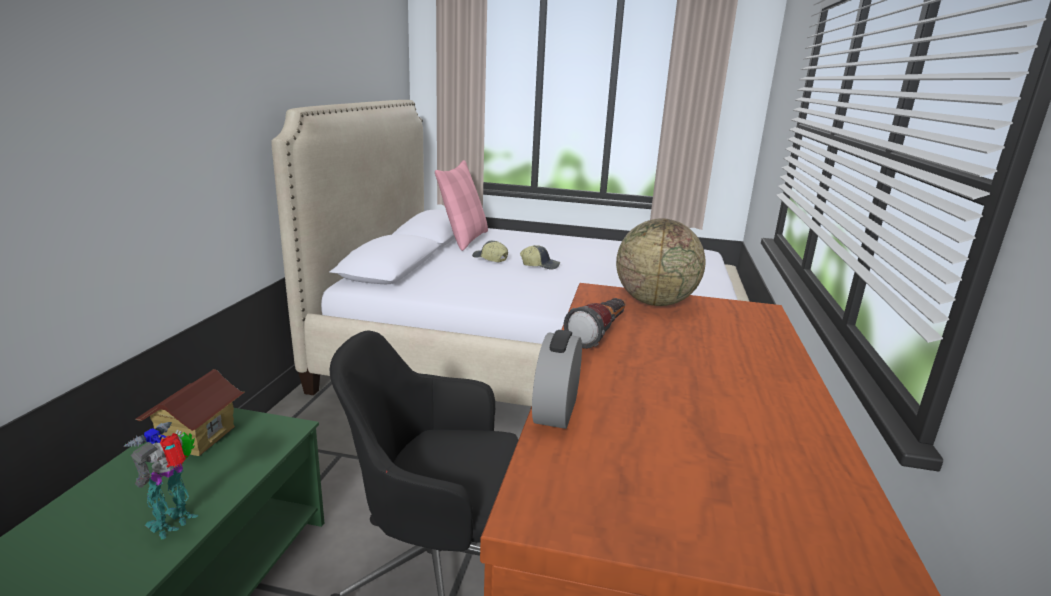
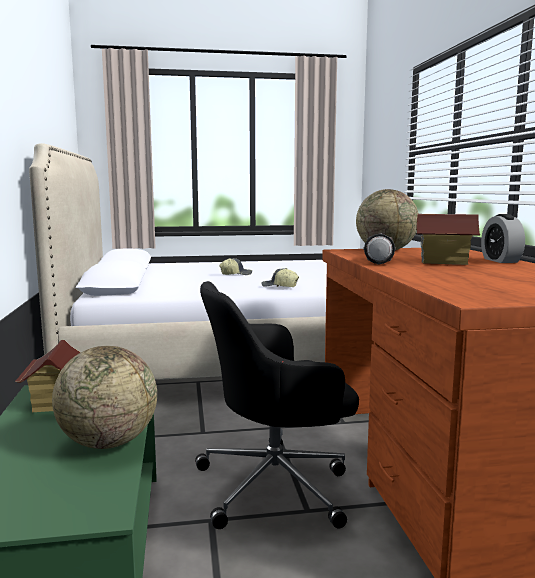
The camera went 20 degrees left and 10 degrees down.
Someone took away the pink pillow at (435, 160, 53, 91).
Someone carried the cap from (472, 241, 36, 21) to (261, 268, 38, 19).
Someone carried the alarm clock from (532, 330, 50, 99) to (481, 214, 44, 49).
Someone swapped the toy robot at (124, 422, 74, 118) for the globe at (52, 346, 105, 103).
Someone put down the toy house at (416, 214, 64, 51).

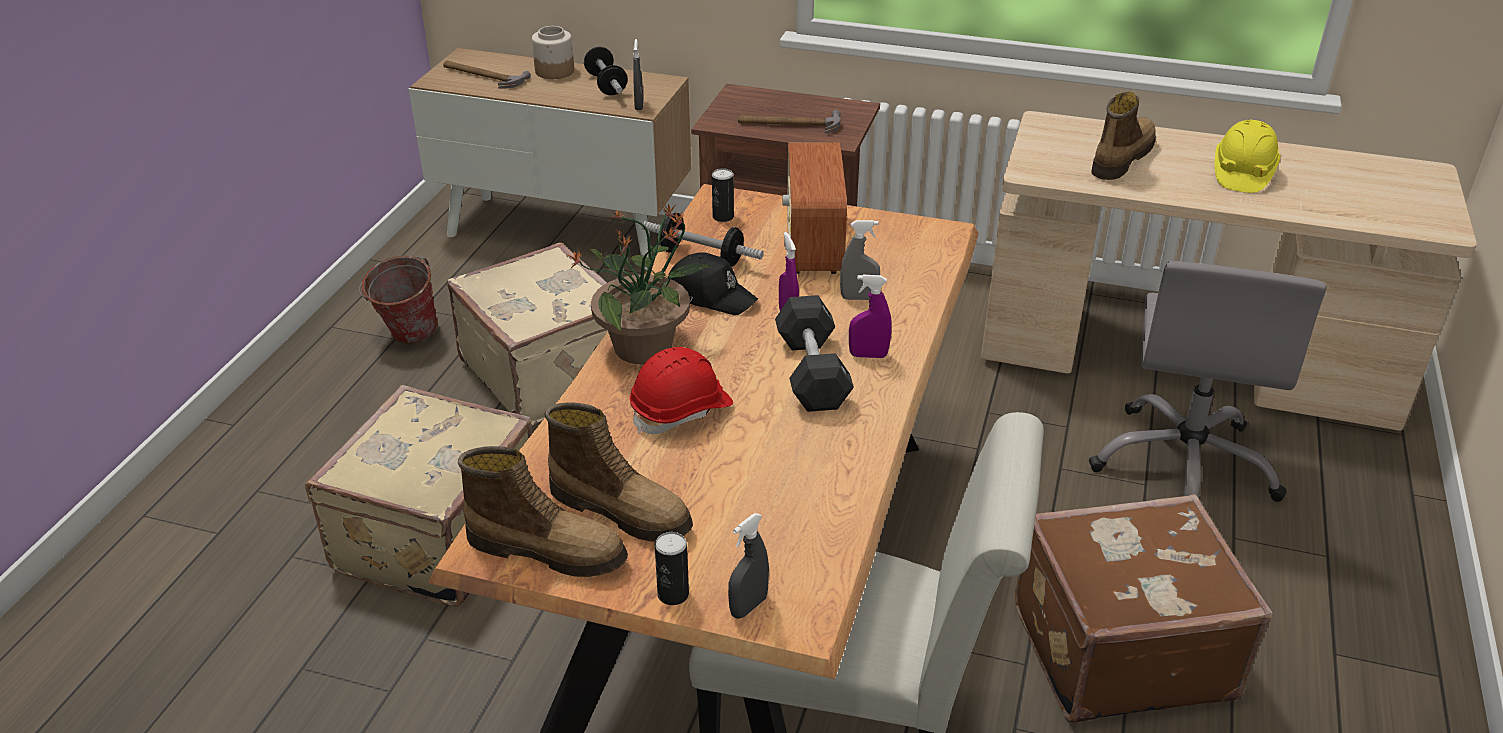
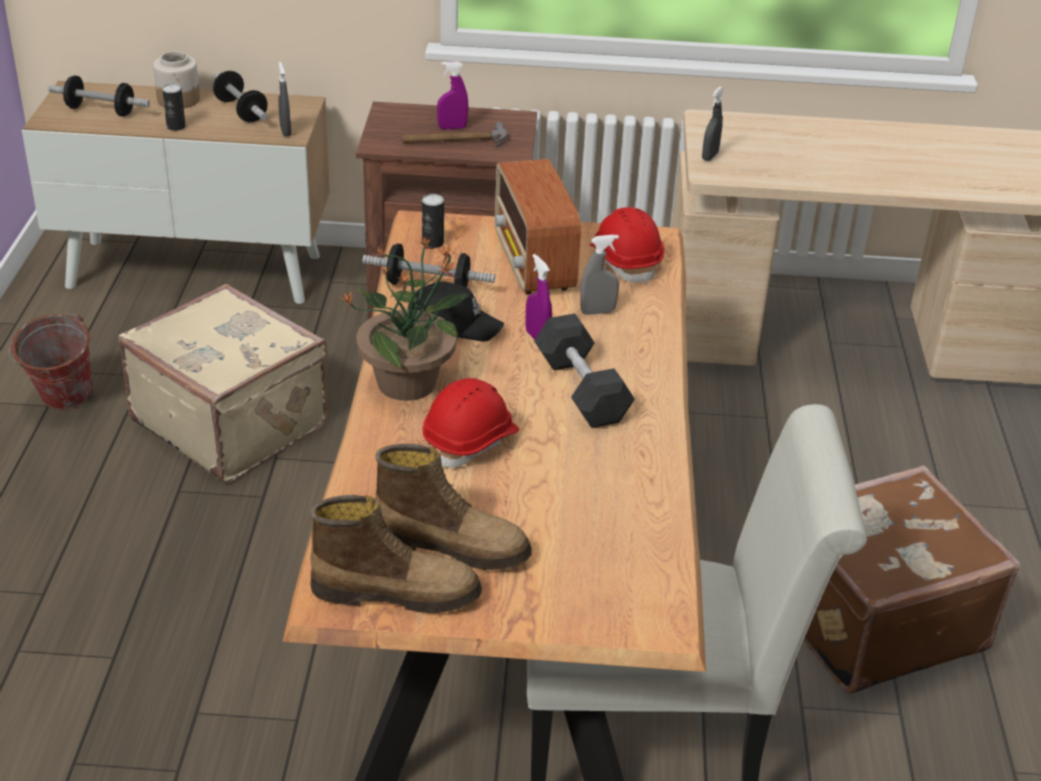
The camera went 15 degrees left and 0 degrees up.
Someone swapped the hammer at (443, 61, 88, 28) for the dumbbell at (48, 76, 102, 40).
Someone took away the boot at (1091, 92, 65, 88).
Someone took away the yellow hard hat at (1214, 120, 67, 73).
Someone took away the grey office chair at (1089, 261, 238, 241).
Someone carried the purple spray bottle from (849, 275, 43, 83) to (437, 62, 32, 67).
Someone took away the beige suitcase at (305, 385, 227, 222).
Someone carried the grey spray bottle from (728, 513, 41, 106) to (702, 87, 22, 74).
Someone carried the can from (655, 532, 34, 73) to (162, 84, 24, 47).
Someone put down the red hard hat at (590, 207, 74, 78).

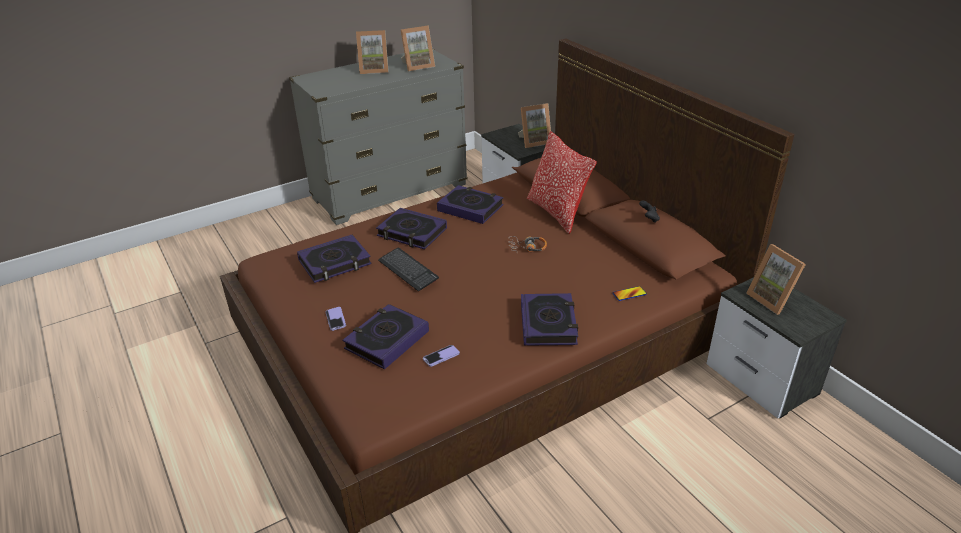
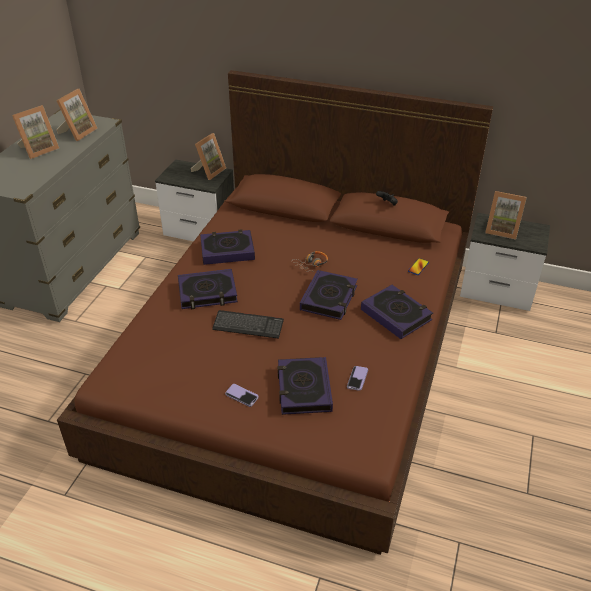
The camera went 40 degrees left and 5 degrees up.
Someone took away the pillow at (527, 131, 70, 103).
Someone carried the book from (297, 235, 75, 48) to (300, 270, 58, 50).

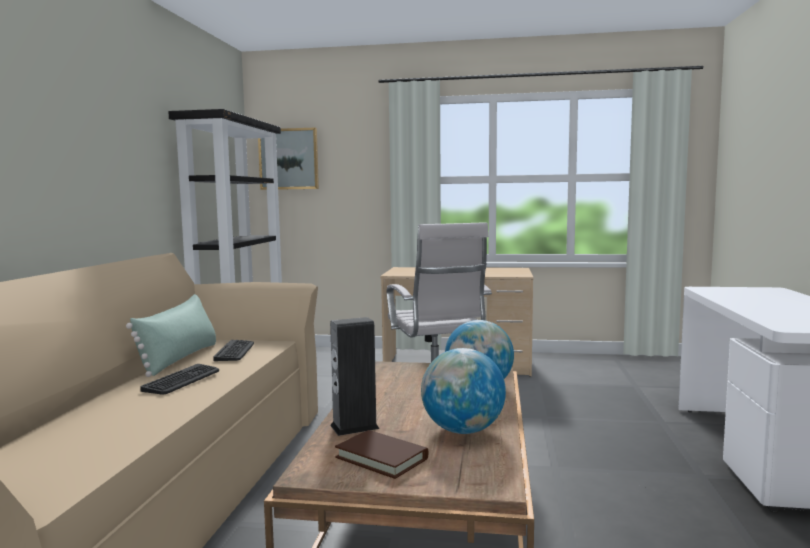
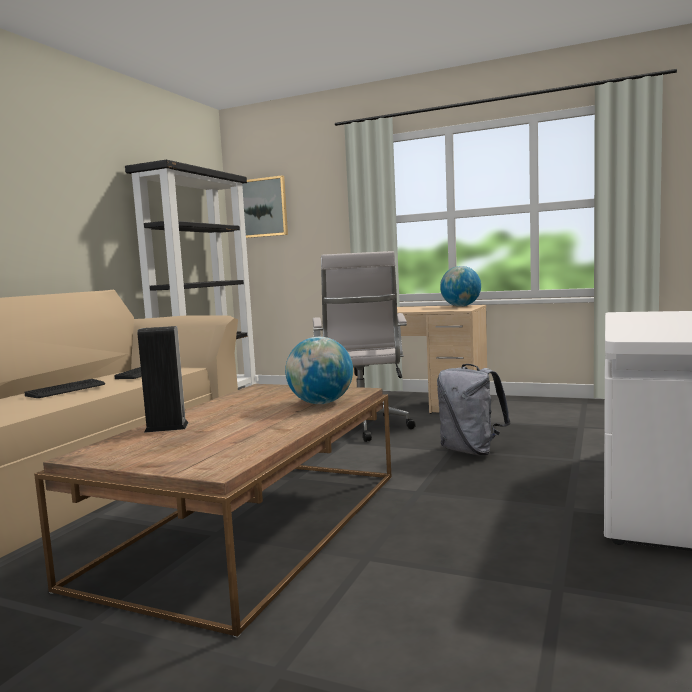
The camera went 15 degrees right and 0 degrees up.
Someone took away the green pillow at (126, 294, 90, 83).
Someone carried the globe from (421, 348, 85, 86) to (440, 266, 41, 41).
Someone took away the brown book at (335, 430, 94, 49).
Someone put down the grey backpack at (437, 364, 74, 91).

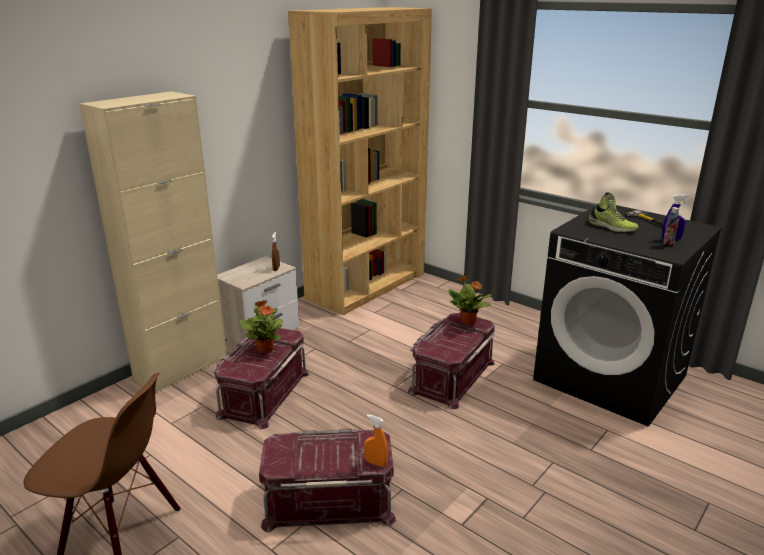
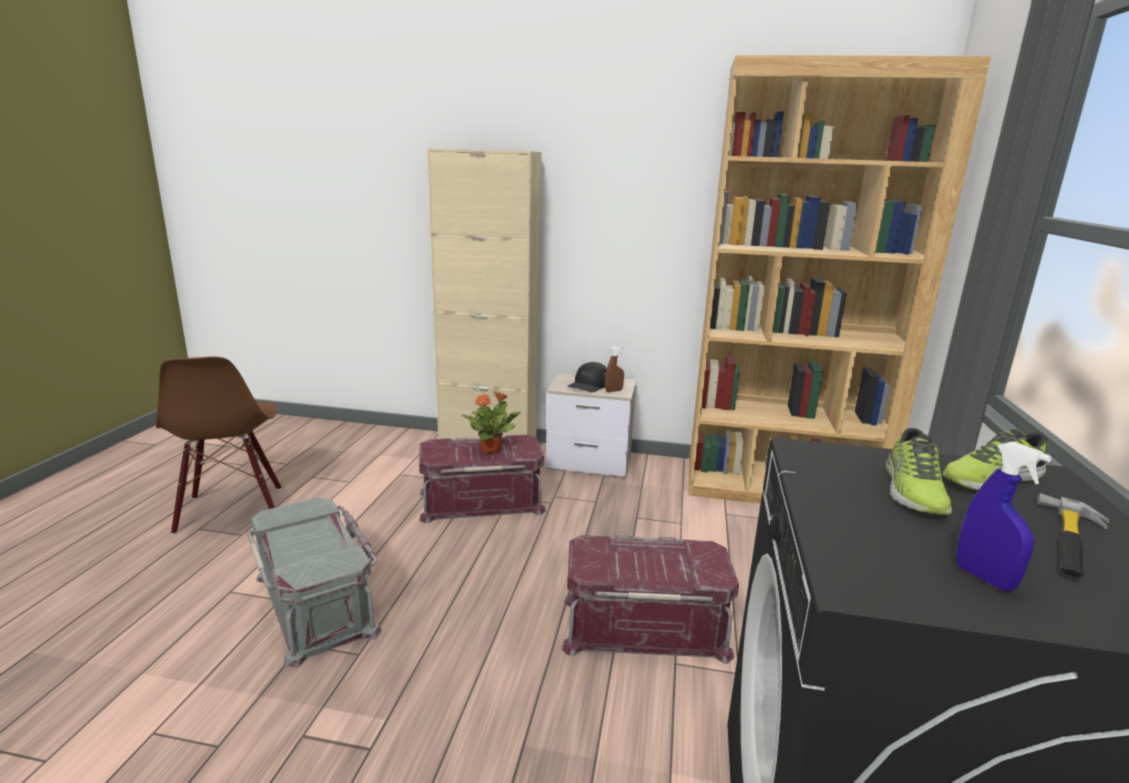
The camera went 60 degrees right and 5 degrees down.
Someone took away the bottle at (662, 207, 18, 40).
Someone took away the potted plant at (448, 275, 43, 50).
Someone took away the orange spray bottle at (364, 414, 24, 53).
Someone repainted the red storage box at (259, 428, 137, 105), which became the grey storage box at (247, 498, 135, 170).
Someone put down the black cap at (567, 362, 40, 30).

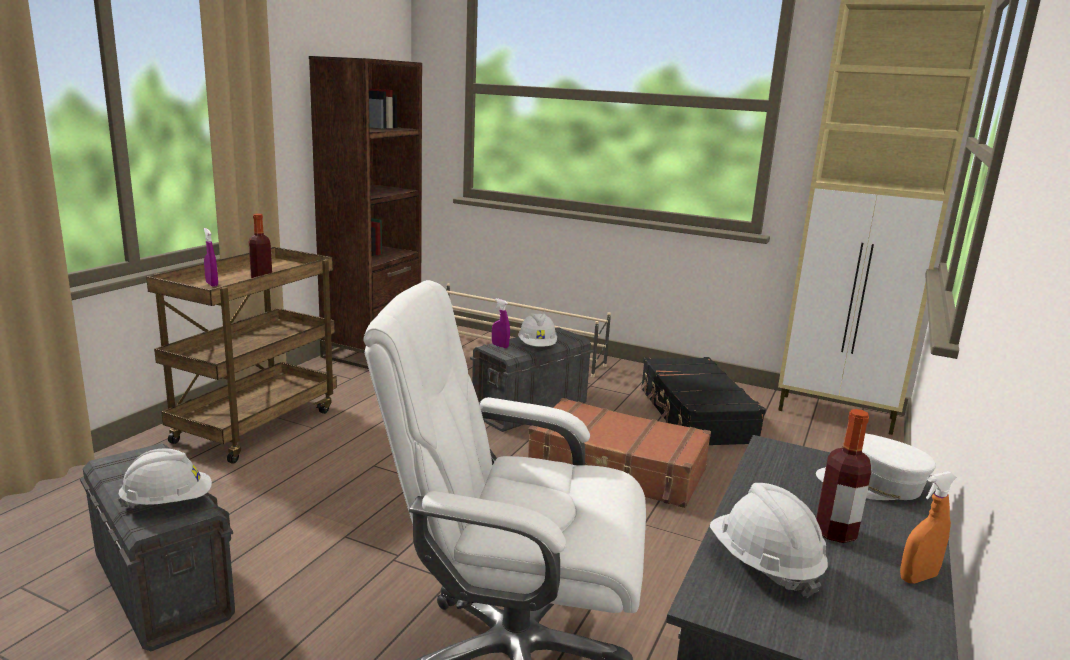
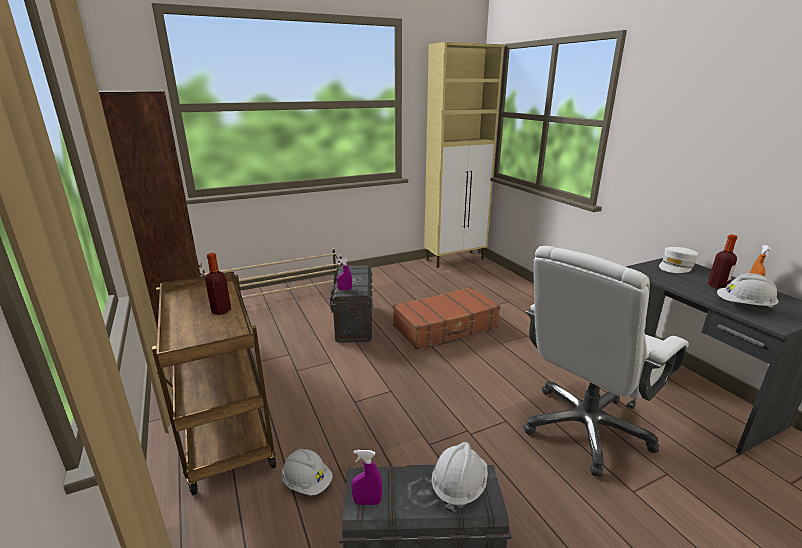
The camera went 50 degrees left and 5 degrees up.
Someone carried the purple spray bottle from (204, 228, 14, 59) to (351, 450, 31, 55).
Someone carried the white hard hat from (518, 313, 39, 34) to (281, 449, 52, 47).
Someone took away the black suitcase at (640, 357, 126, 88).

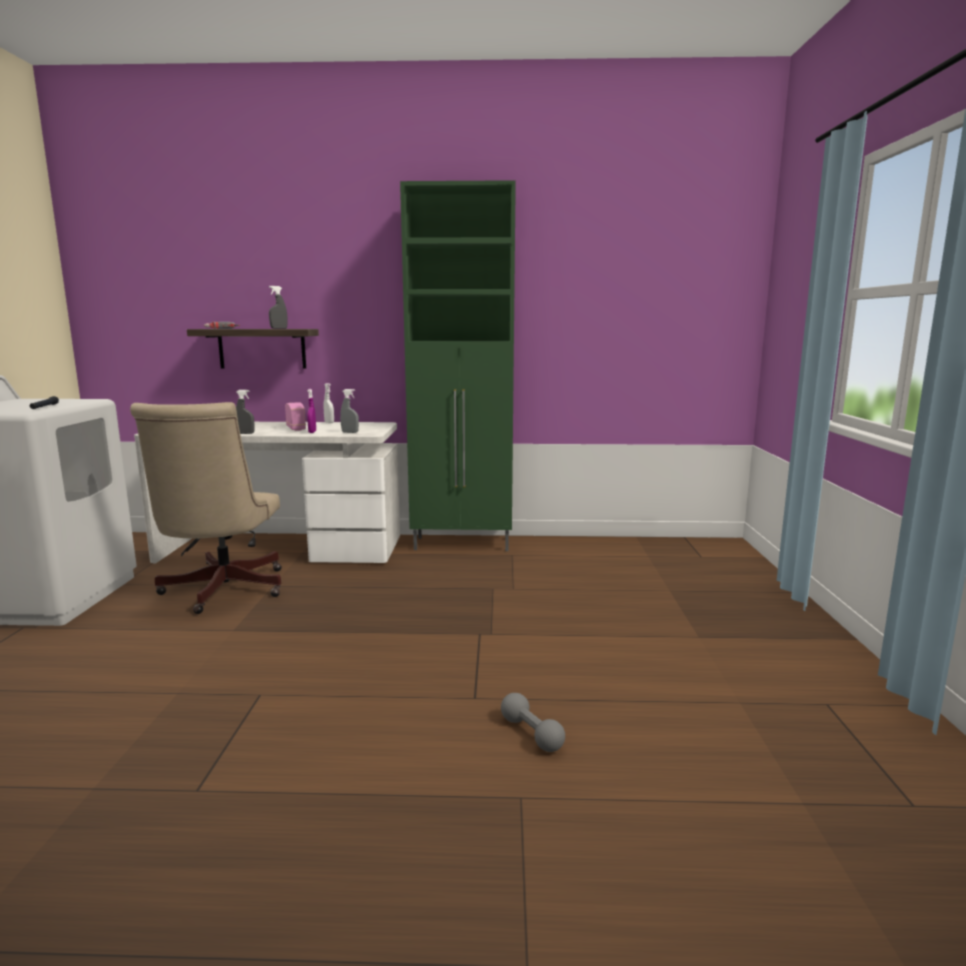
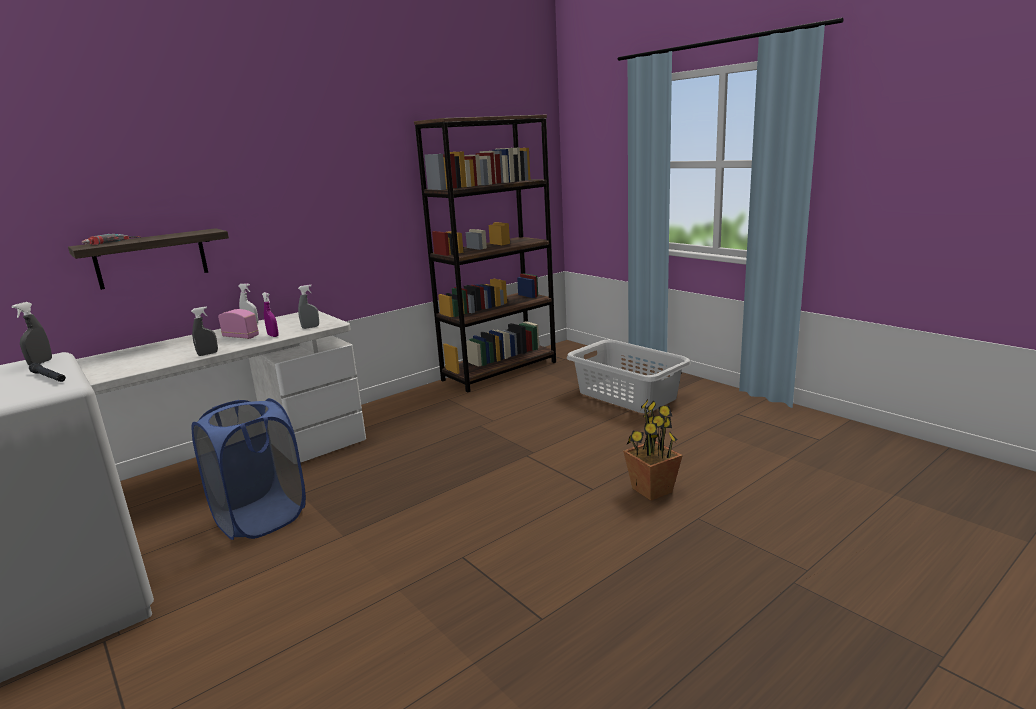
The camera went 40 degrees left and 5 degrees up.
Someone took away the green cabinet at (400, 180, 116, 371).
Someone carried the grey spray bottle from (269, 286, 19, 43) to (11, 302, 41, 63).
Someone swapped the beige office chair at (130, 402, 152, 212) for the blue laundry basket at (191, 398, 115, 142).
Someone swapped the grey dumbbell at (501, 693, 64, 59) for the potted plant at (623, 399, 60, 102).
Someone put down the brown bookcase at (414, 114, 142, 278).
Someone put down the grey laundry basket at (567, 340, 124, 73).

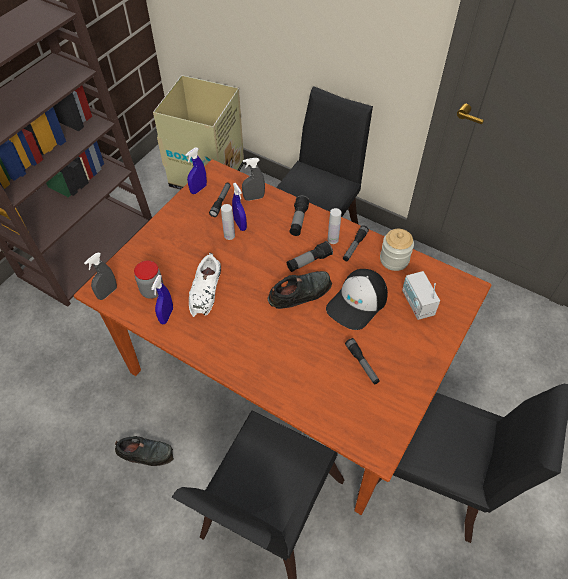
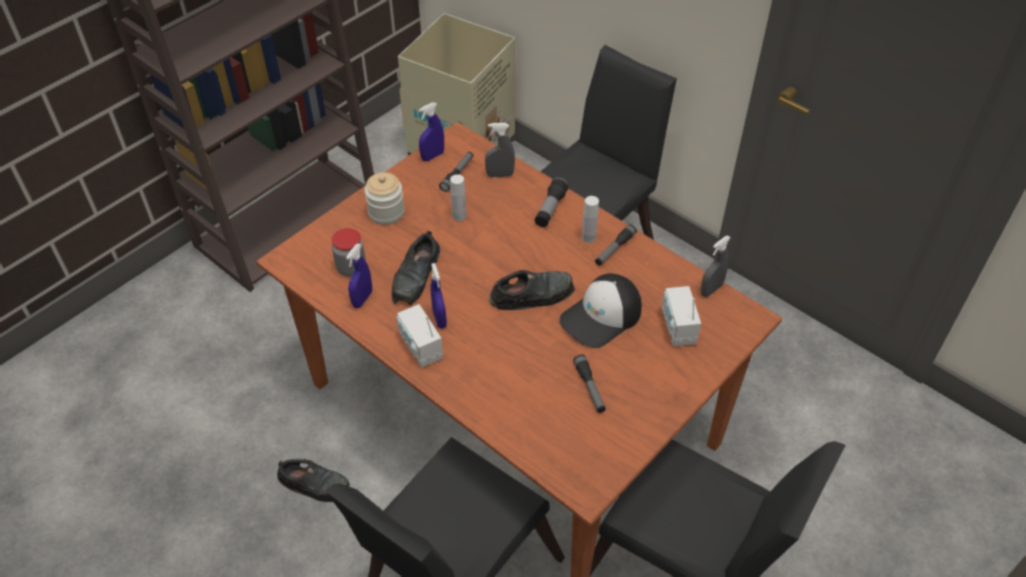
The camera went 10 degrees right and 5 degrees down.
Someone carried the blue spray bottle from (232, 183, 15, 48) to (430, 263, 17, 66).
Someone carried the jar from (380, 229, 34, 42) to (365, 172, 39, 53).
Someone took away the flashlight at (287, 241, 46, 31).
Someone carried the grey spray bottle from (84, 252, 33, 48) to (700, 236, 31, 61).
Someone repainted the white shoe at (189, 253, 32, 64), which became the black shoe at (391, 231, 49, 74).
Someone put down the radio at (397, 304, 46, 64).

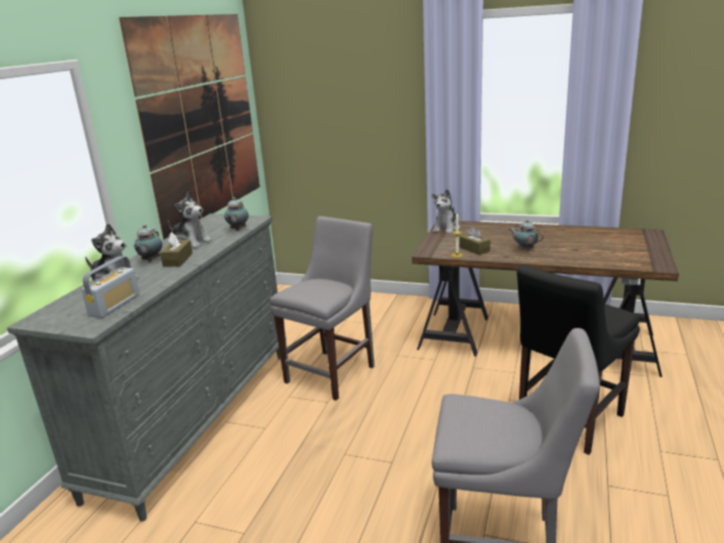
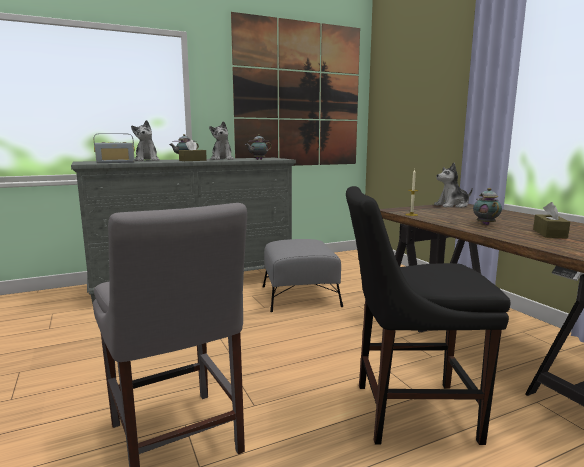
The camera went 45 degrees right and 10 degrees down.
Someone swapped the grey chair at (270, 216, 105, 185) for the grey ottoman at (263, 239, 80, 73).
Someone carried the brown tissue box from (460, 227, 30, 28) to (533, 202, 37, 37).

